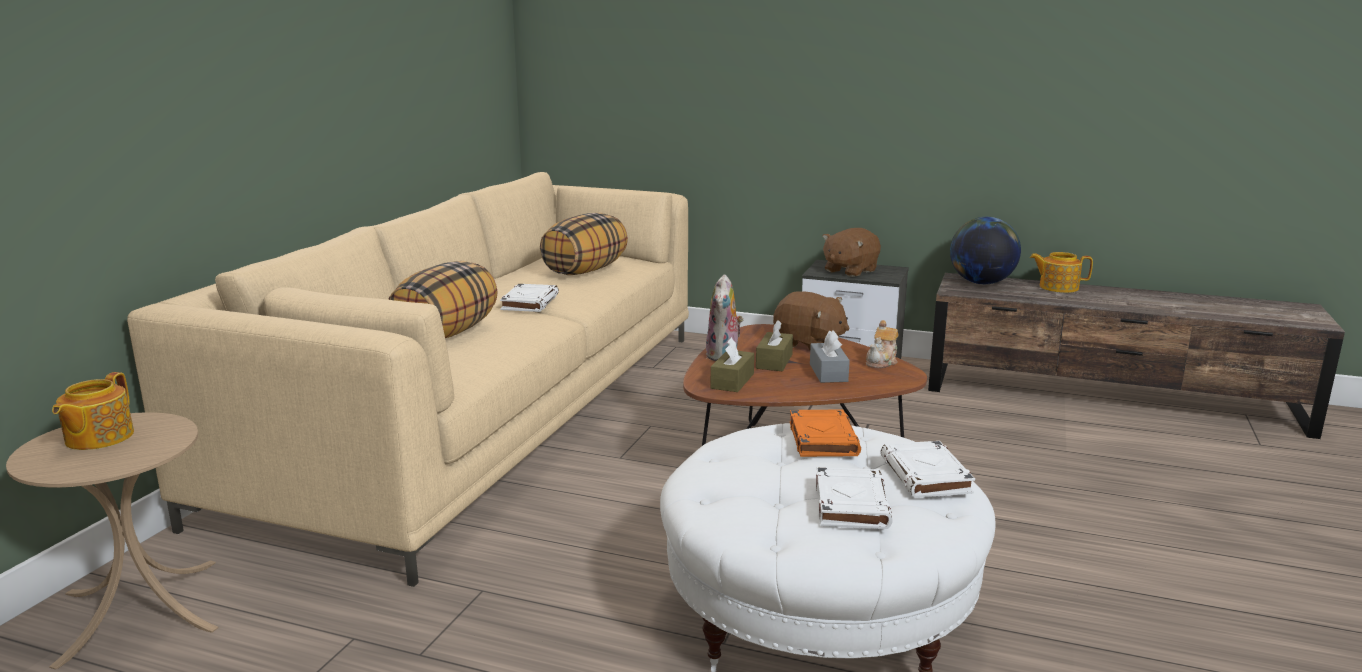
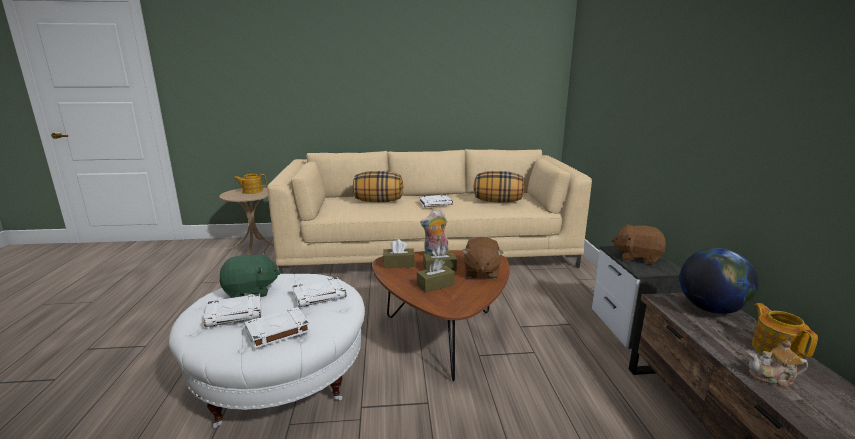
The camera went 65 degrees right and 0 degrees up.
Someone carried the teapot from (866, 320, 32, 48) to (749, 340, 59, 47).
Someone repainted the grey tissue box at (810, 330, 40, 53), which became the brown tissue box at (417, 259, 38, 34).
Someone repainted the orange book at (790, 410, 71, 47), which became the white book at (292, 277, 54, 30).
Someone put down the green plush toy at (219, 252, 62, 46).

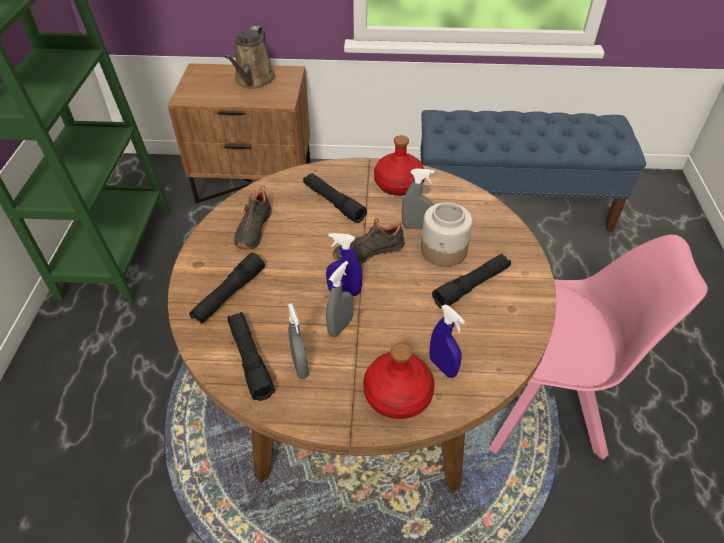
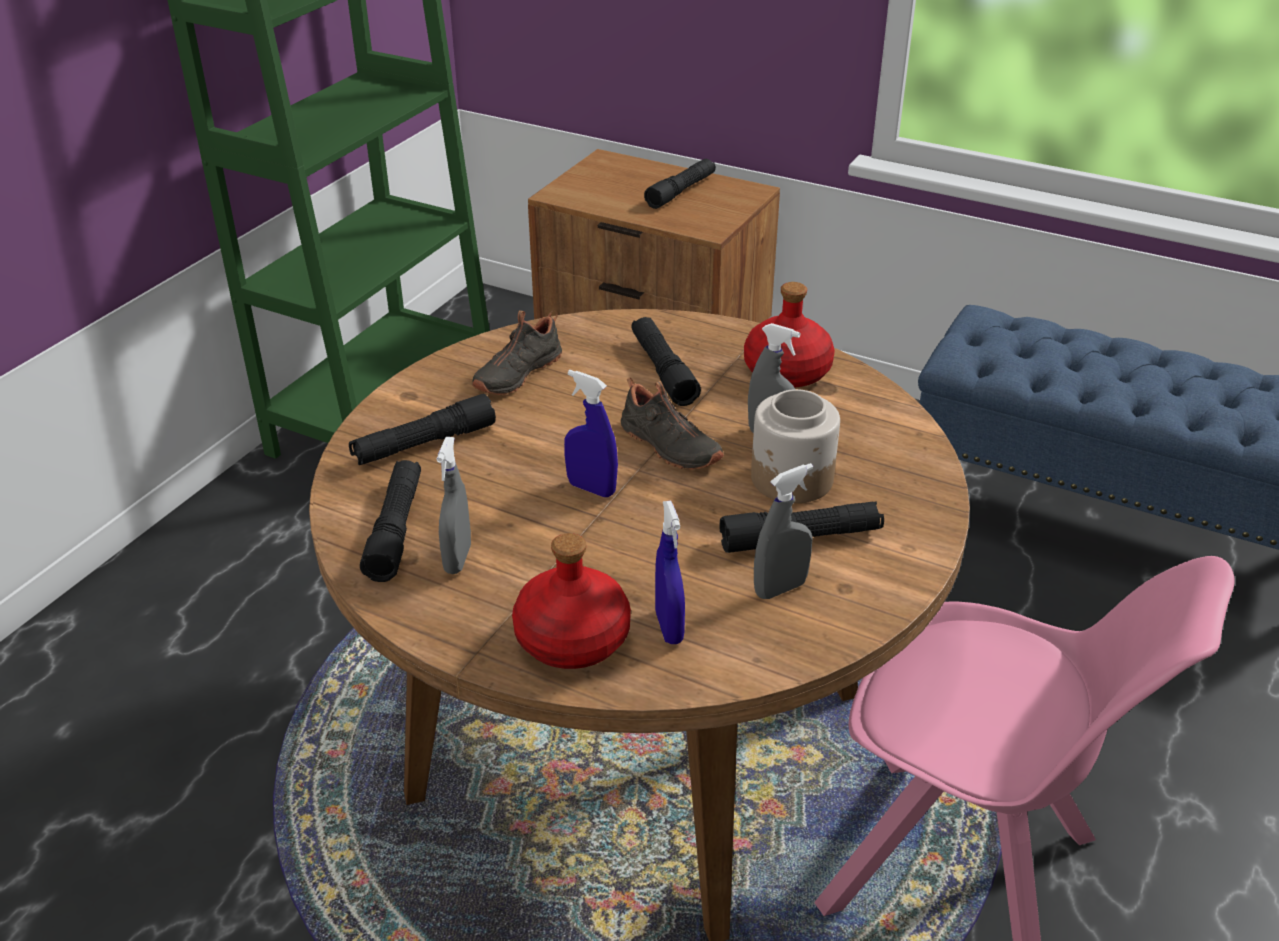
The camera went 25 degrees right and 10 degrees down.
Someone swapped the brown watering can at (224, 26, 52, 63) for the black flashlight at (644, 159, 72, 50).
Someone rotated the black shoe at (333, 218, 72, 46) by 135 degrees counterclockwise.
Someone carried the grey spray bottle from (326, 261, 27, 76) to (754, 463, 59, 136).

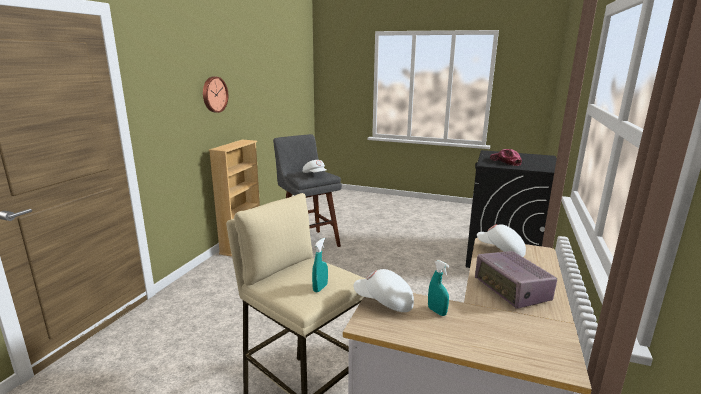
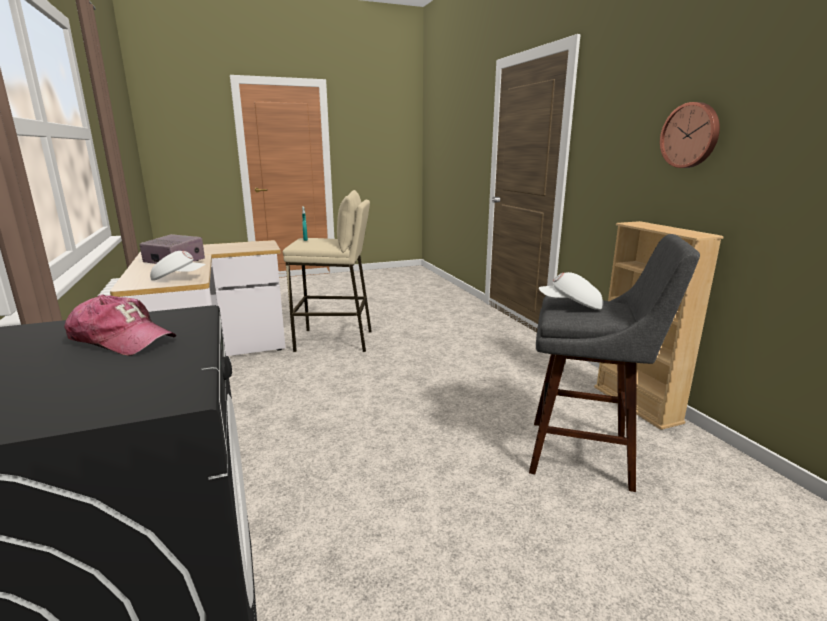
The camera went 140 degrees right and 0 degrees up.
Someone took away the turquoise spray bottle at (428, 260, 22, 56).
Someone took away the white cap at (353, 269, 61, 43).

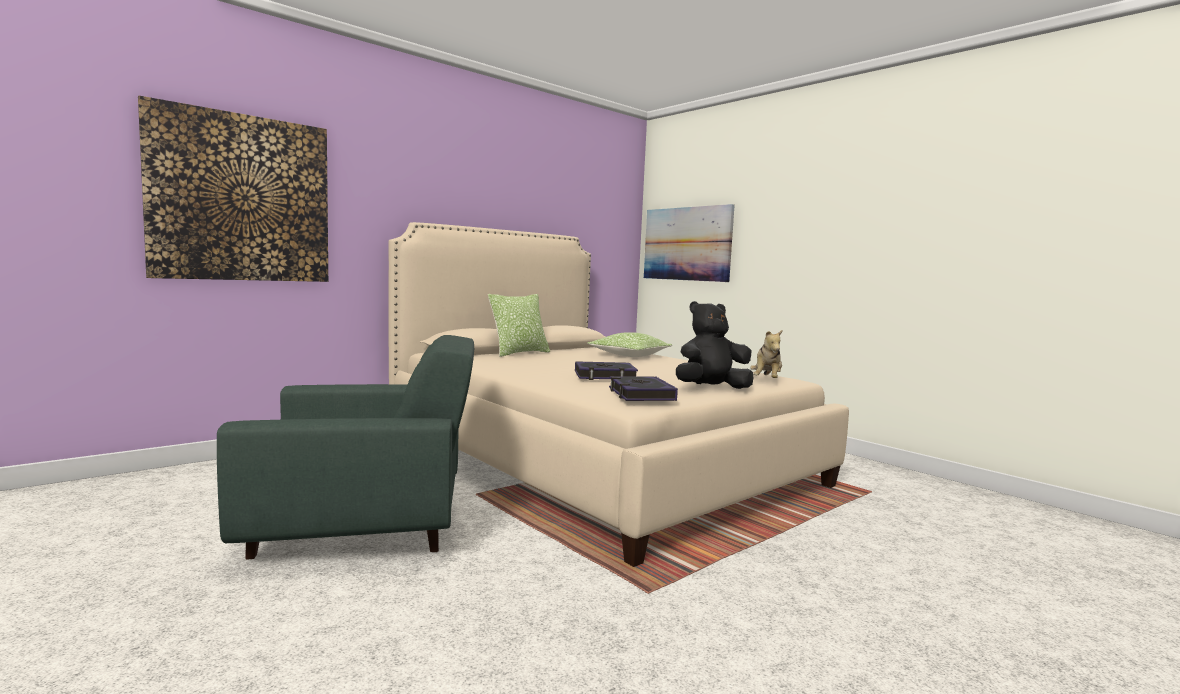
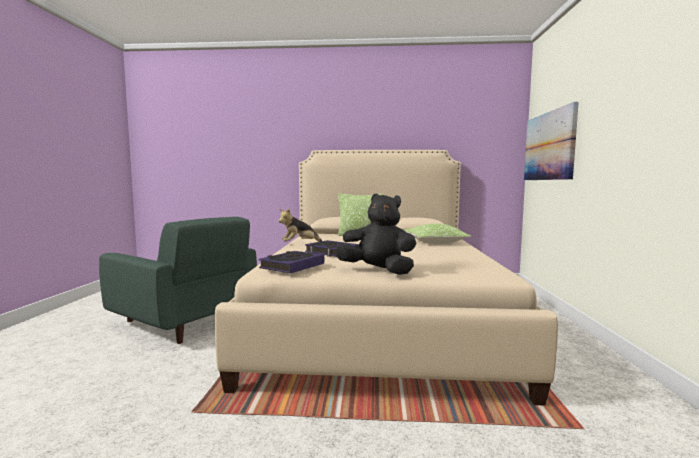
The camera went 45 degrees right and 0 degrees up.
Someone took away the picture at (138, 96, 190, 186).
Someone carried the plush toy from (750, 329, 33, 49) to (279, 209, 43, 33).

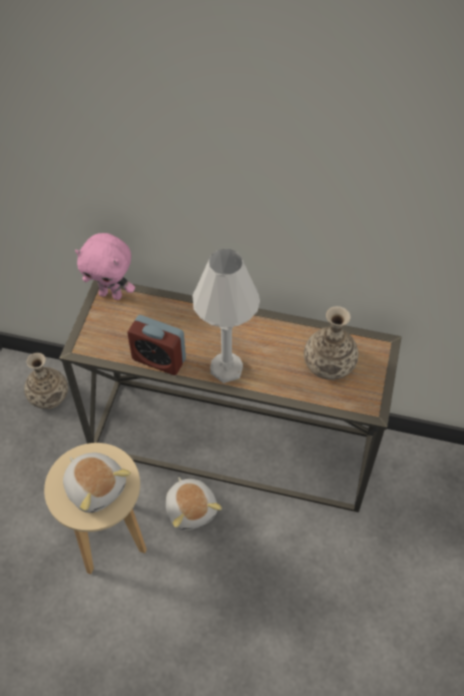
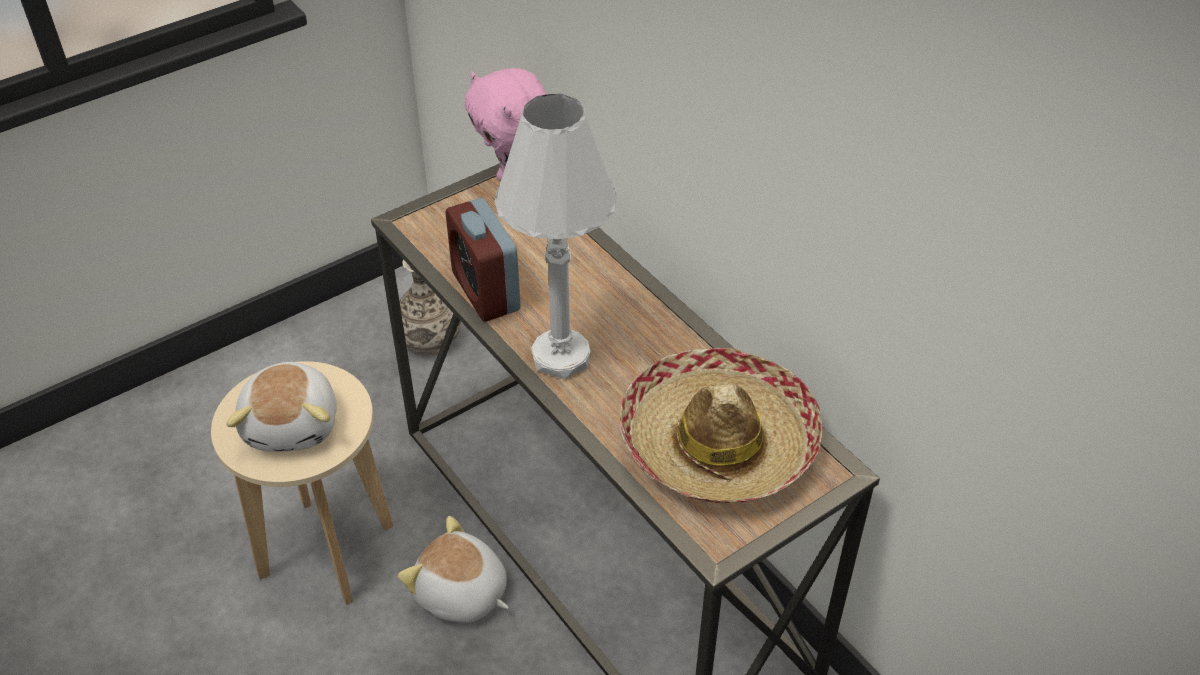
The camera went 40 degrees right and 10 degrees down.
Someone swapped the vase at (304, 306, 55, 74) for the hat at (620, 348, 202, 155).
Someone rotated the plush toy at (166, 477, 56, 53) by 105 degrees clockwise.

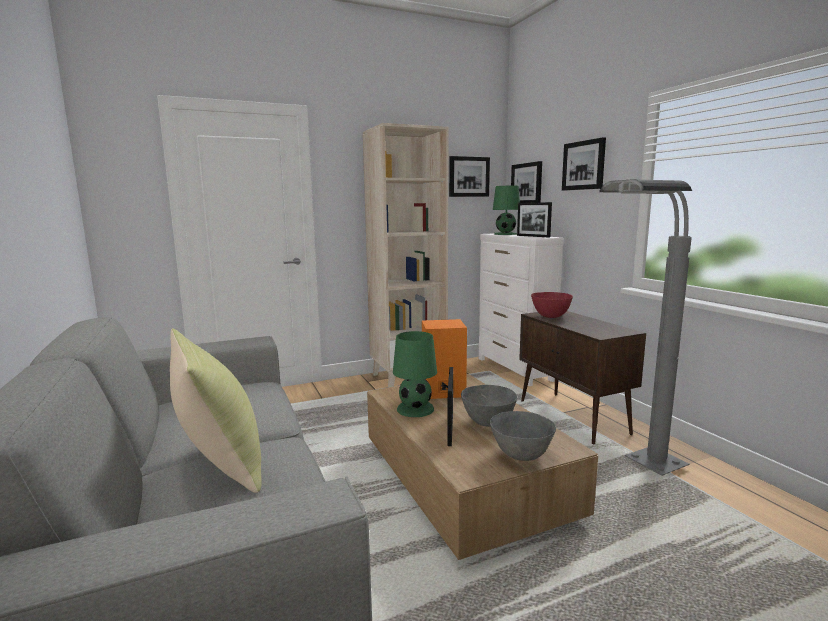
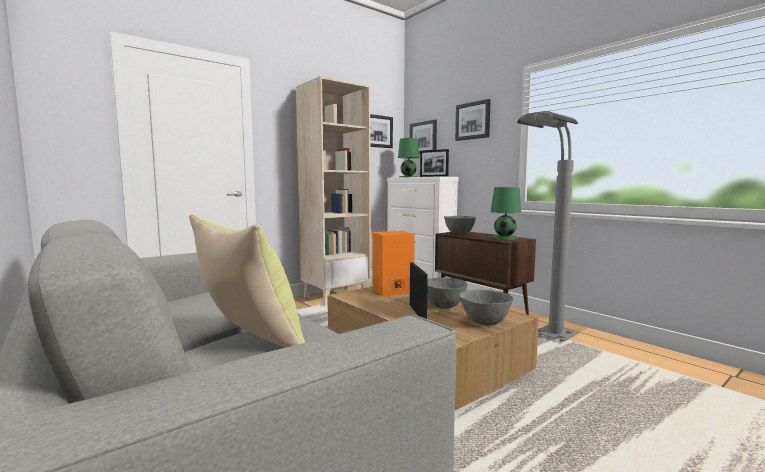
The camera went 15 degrees left and 5 degrees down.
Someone repainted the red bowl at (531, 292, 42, 26), which became the grey bowl at (444, 216, 32, 19).
Someone carried the green table lamp from (393, 331, 44, 86) to (491, 187, 30, 53).

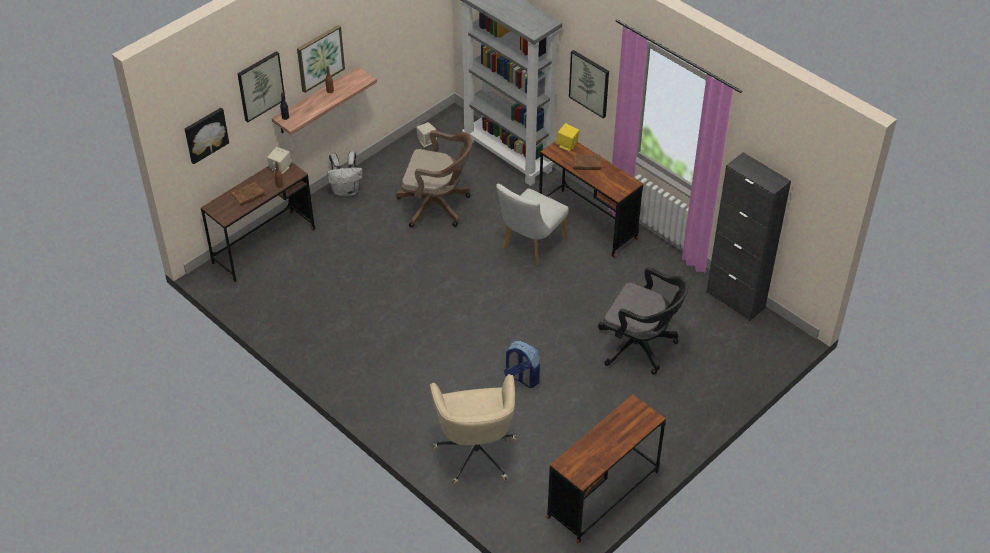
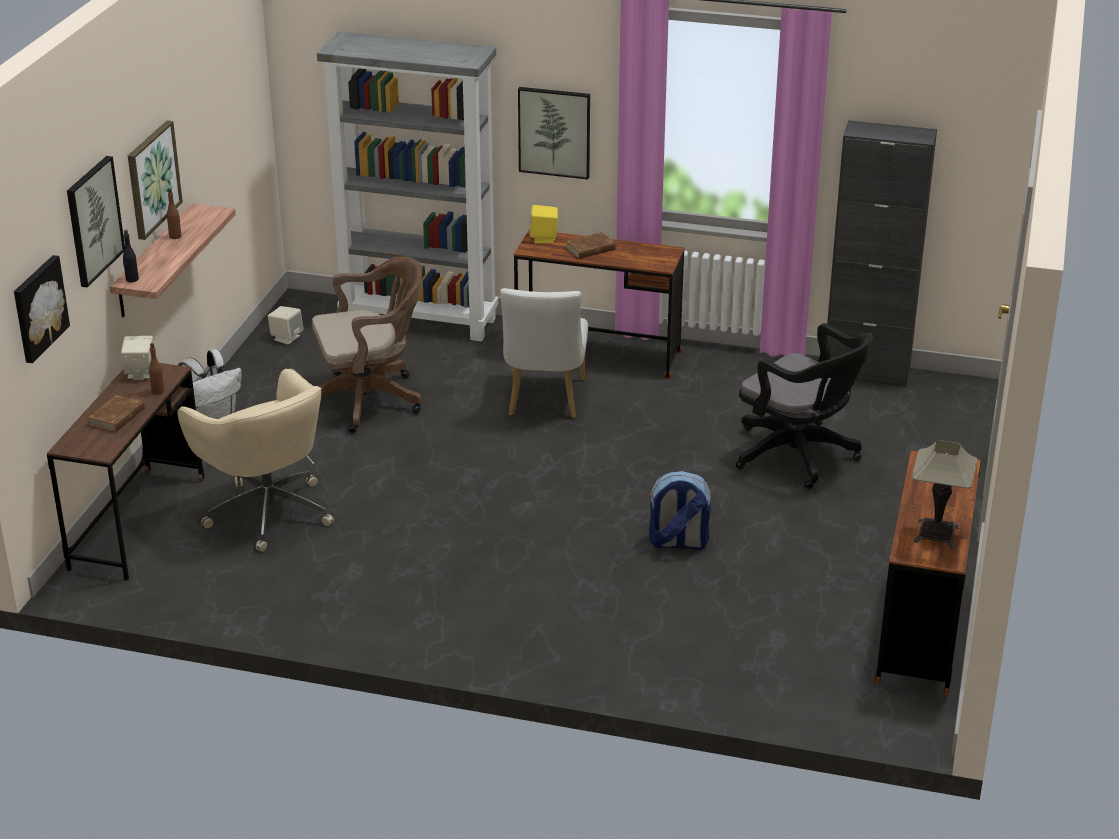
The camera went 30 degrees left and 15 degrees down.
Someone rotated the black office chair at (598, 267, 90, 108) by 45 degrees clockwise.
Someone carried the beige office chair from (430, 374, 87, 111) to (177, 369, 157, 183).
Someone put down the table lamp at (912, 440, 66, 109).

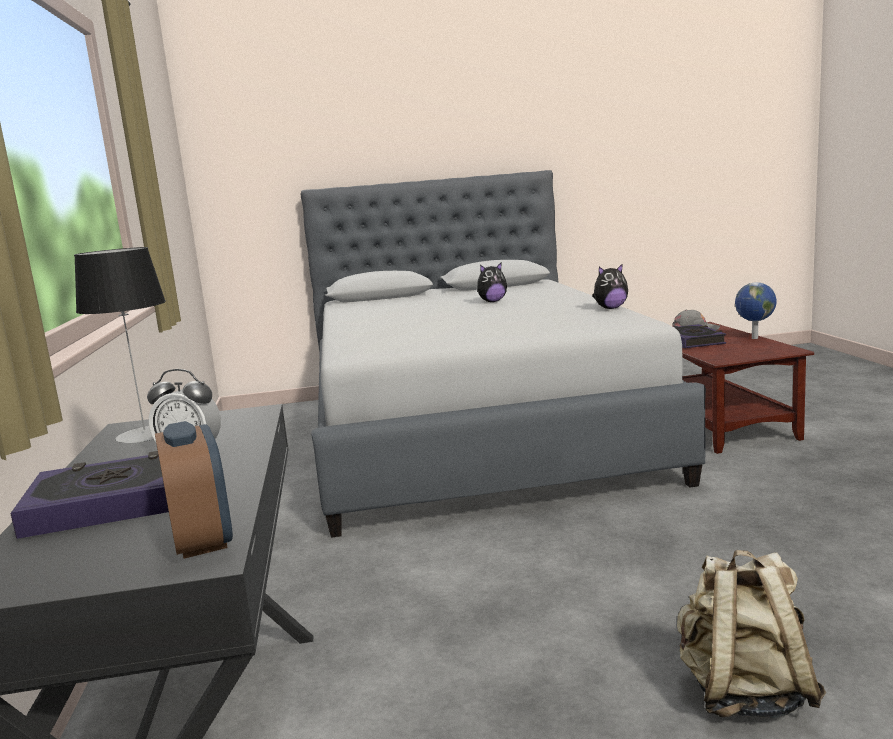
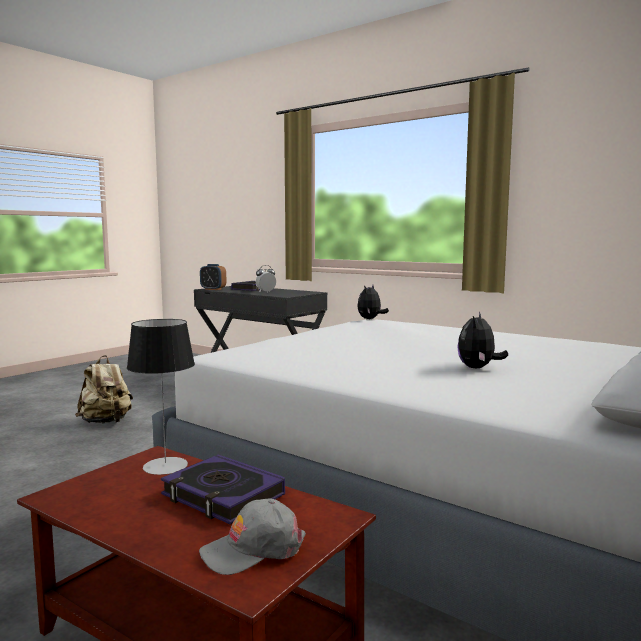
The camera went 135 degrees right and 5 degrees down.
Someone carried the table lamp from (74, 247, 92, 196) to (127, 319, 68, 156).
Someone carried the plush toy from (592, 263, 36, 46) to (357, 285, 32, 34).
Someone took away the globe at (735, 282, 42, 57).

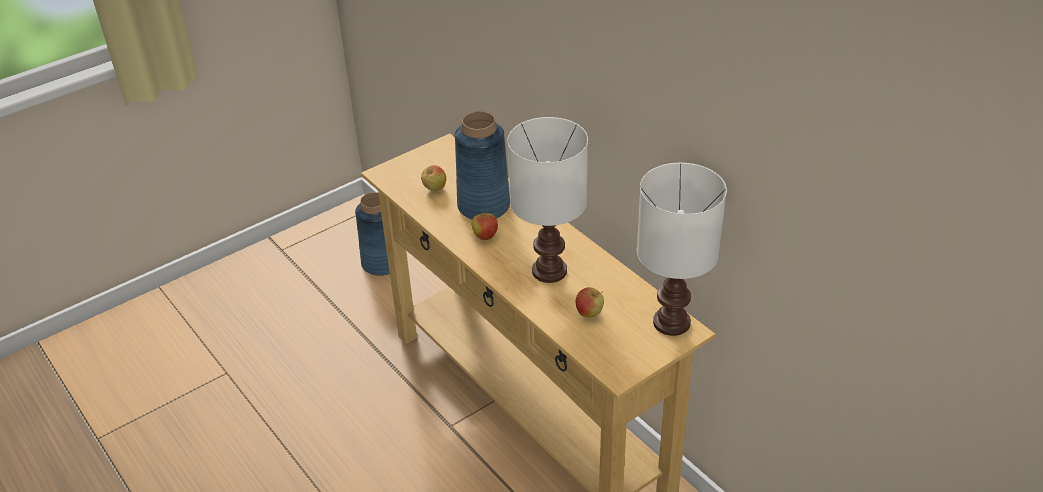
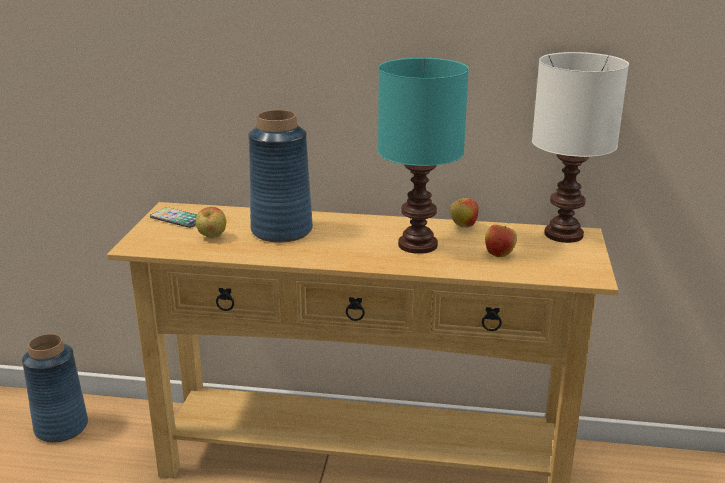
The camera went 45 degrees left and 15 degrees down.
Someone repainted the white table lamp at (507, 117, 81, 166), which became the turquoise table lamp at (378, 58, 91, 196).
Someone carried the apple from (472, 209, 26, 31) to (450, 197, 29, 31).
Someone put down the phone at (150, 207, 47, 21).

